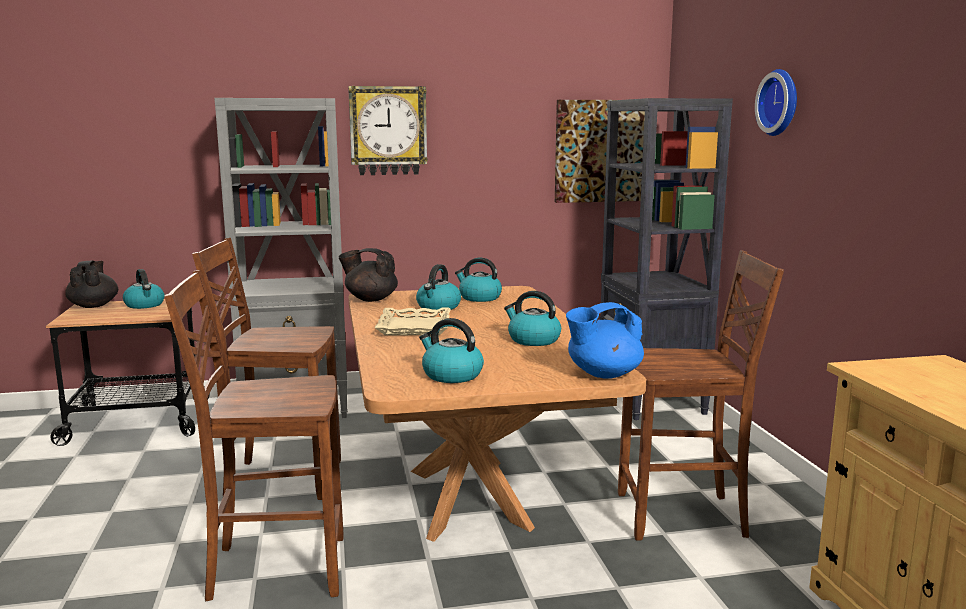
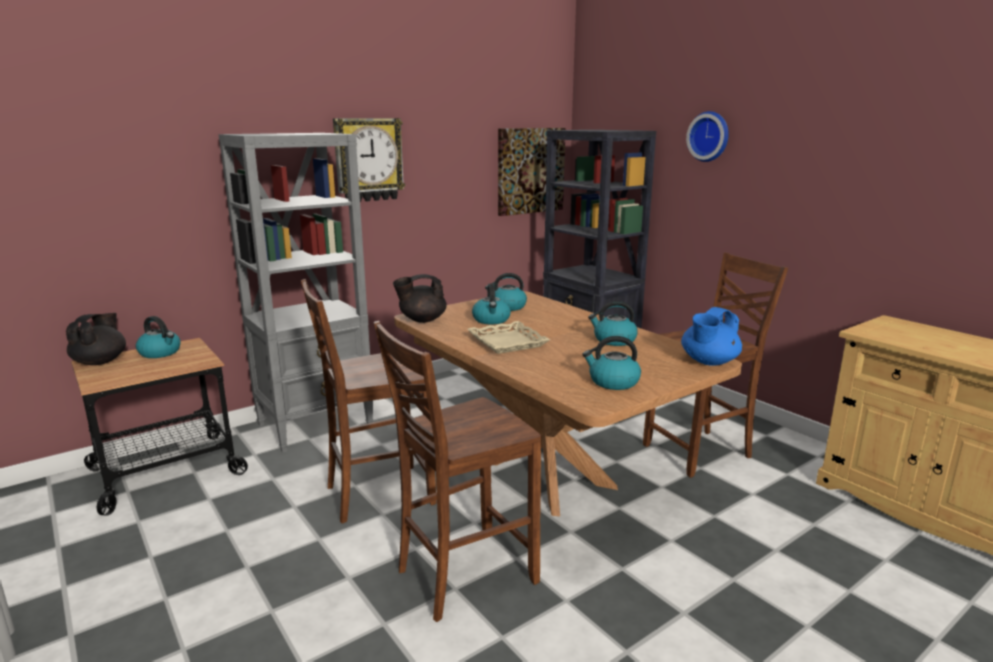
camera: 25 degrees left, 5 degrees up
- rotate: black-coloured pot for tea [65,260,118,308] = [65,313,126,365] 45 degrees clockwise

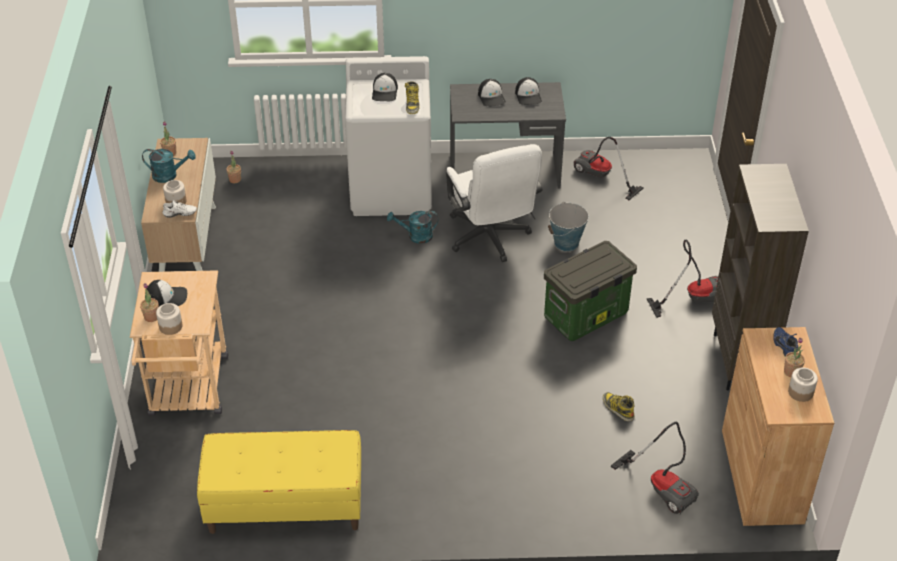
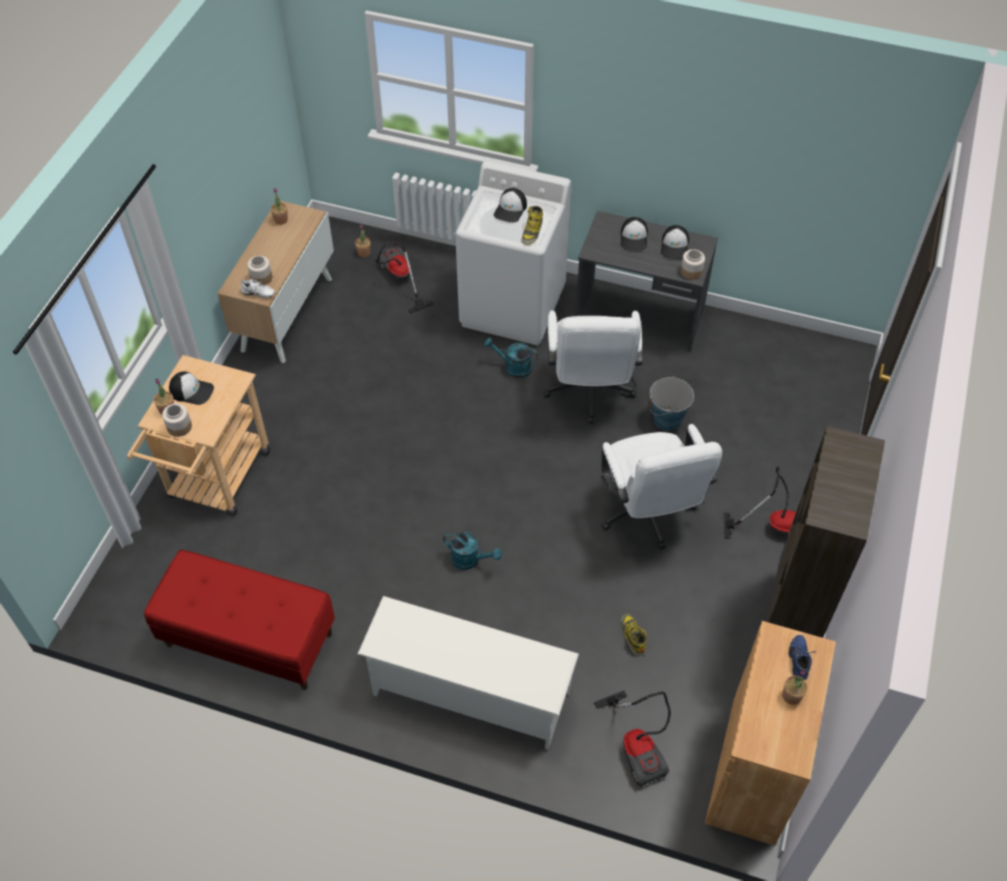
camera: 20 degrees right, 10 degrees up
- move: vacuum cleaner [573,137,644,200] to [376,242,434,313]
- move: turquoise sprinkling can [142,149,196,183] to [443,532,502,570]
- replace: storage box [544,241,637,341] to white desk chair [601,424,722,550]
- move: jar [788,367,818,402] to [681,249,705,280]
- recolor: yellow-coloured bench [197,430,361,534] to red bench [144,550,335,690]
- insert: white shoe stand [357,596,579,750]

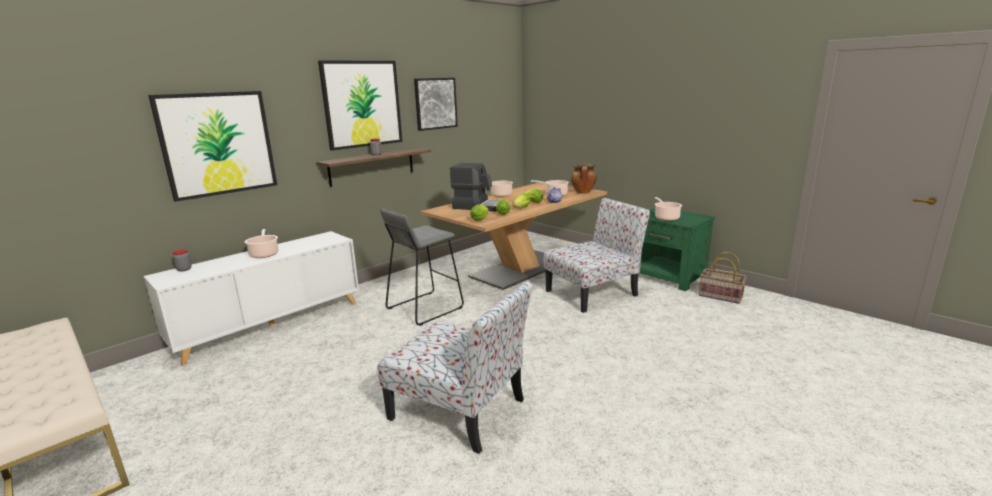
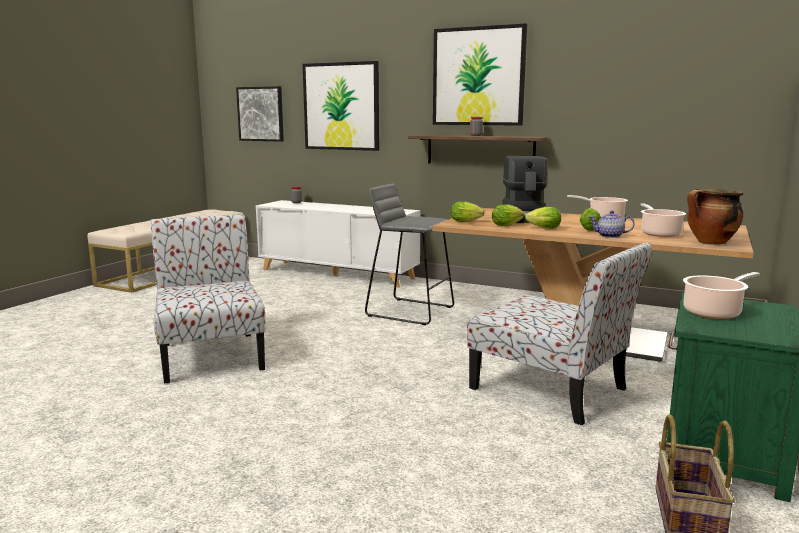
camera: 70 degrees right, 5 degrees down
- move: wall picture [414,78,458,131] to [236,86,284,142]
- delete: cooking pot [245,229,278,258]
- rotate: plain chair [377,281,533,454] = [151,214,265,383] 150 degrees clockwise

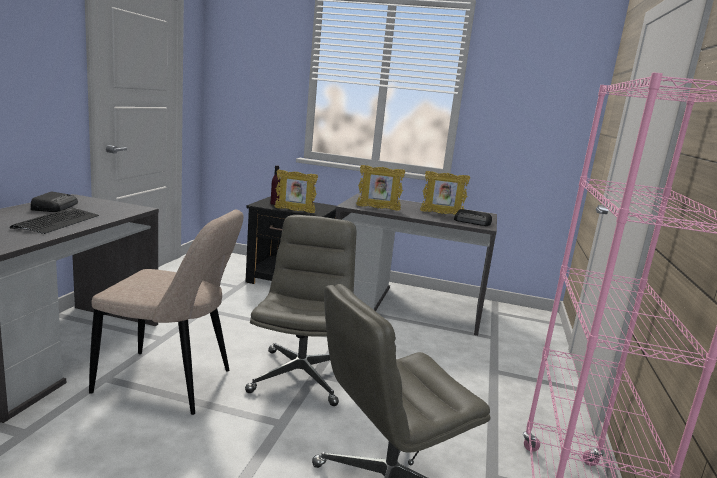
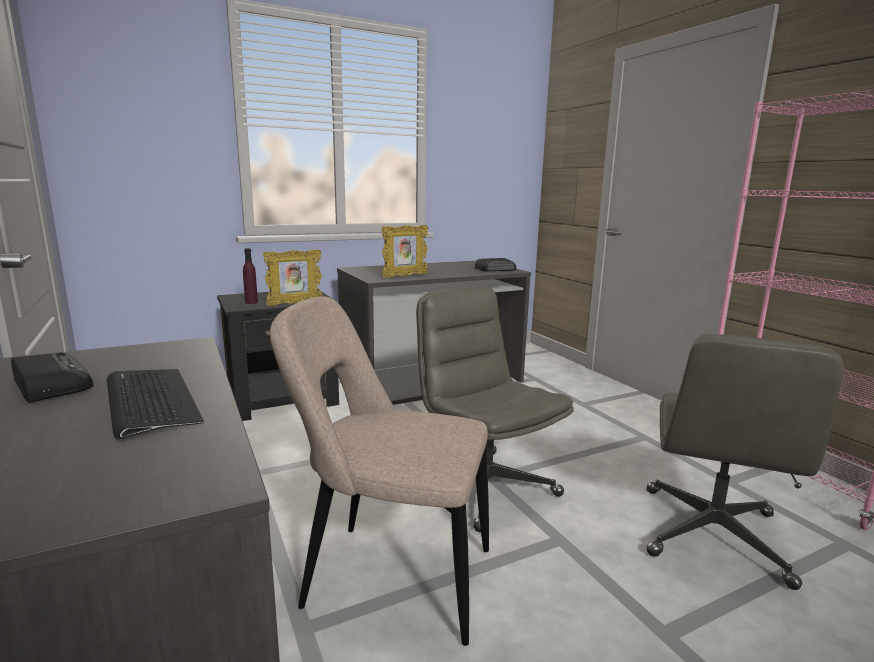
camera: 40 degrees left, 0 degrees up
- delete: picture frame [420,171,470,215]
- rotate: beige-coloured plain chair [89,209,244,415] = [270,296,489,646] 135 degrees counterclockwise

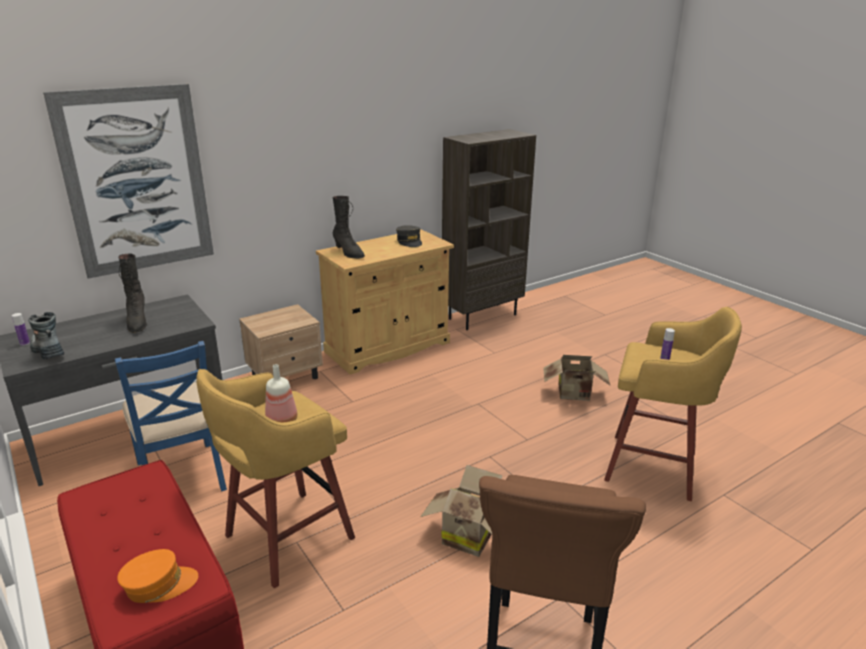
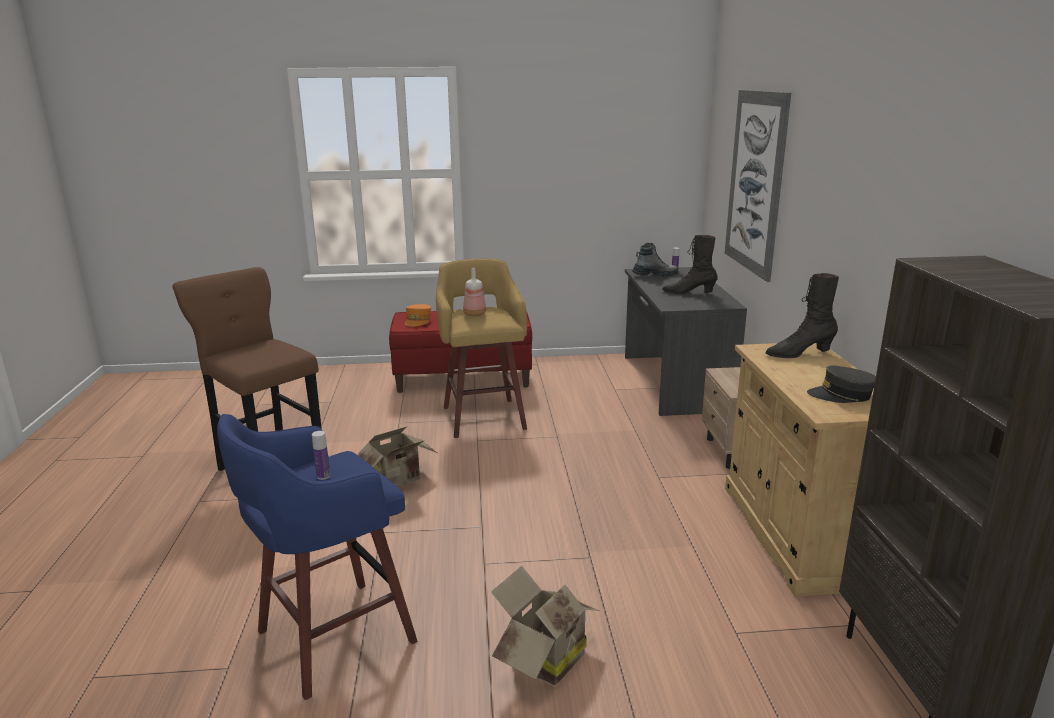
camera: 120 degrees right, 5 degrees down
- recolor: yellow-coloured stool [604,307,742,501] to blue-coloured stool [217,414,417,700]
- delete: blue-coloured plain chair [115,341,227,491]

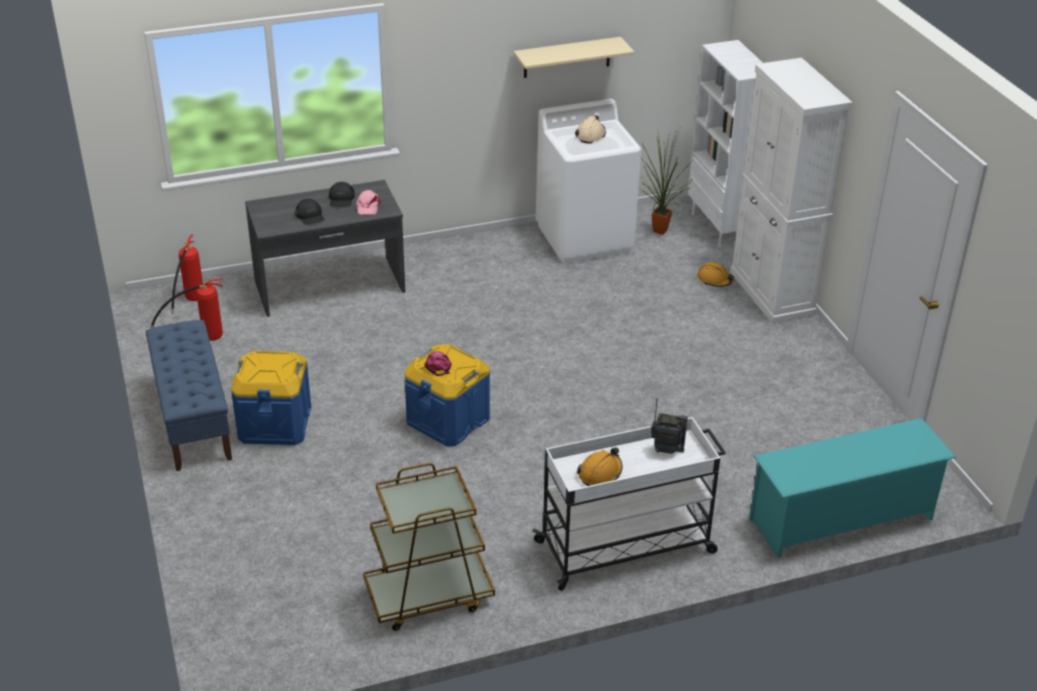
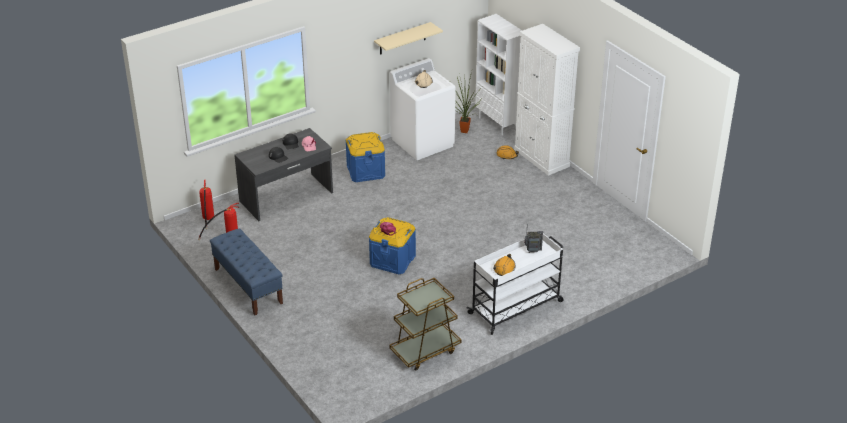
camera: 15 degrees left, 0 degrees up
- move: blue-coloured storage box [231,351,311,445] to [346,132,385,182]
- delete: turquoise shoe stand [749,418,956,558]

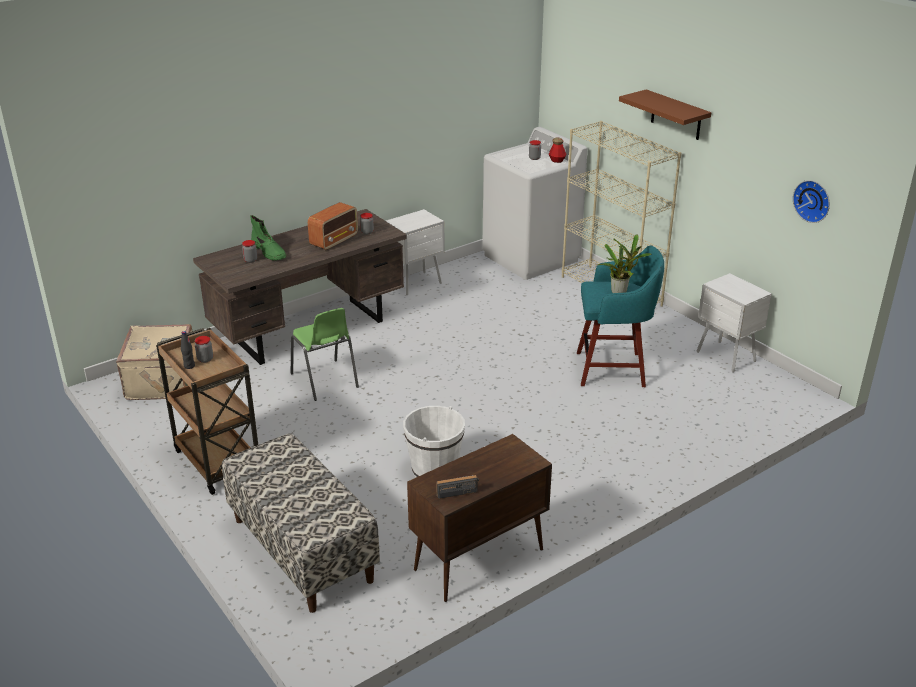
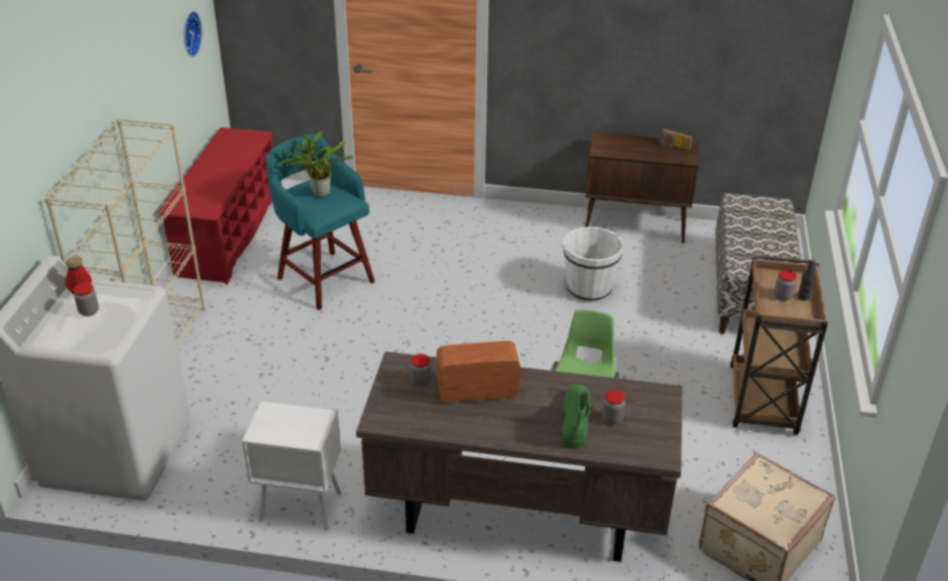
camera: 135 degrees left, 5 degrees up
- delete: brown shelf [619,89,712,140]
- replace: white nightstand [697,273,772,373] to red shoe stand [157,127,274,285]

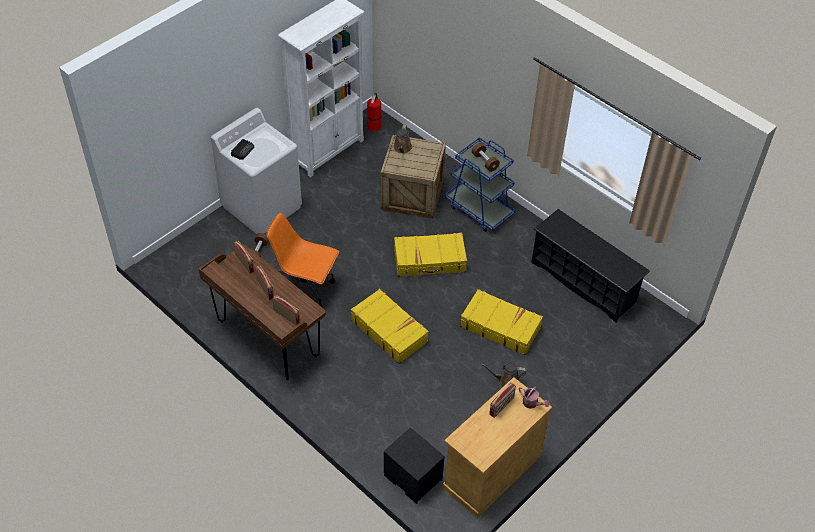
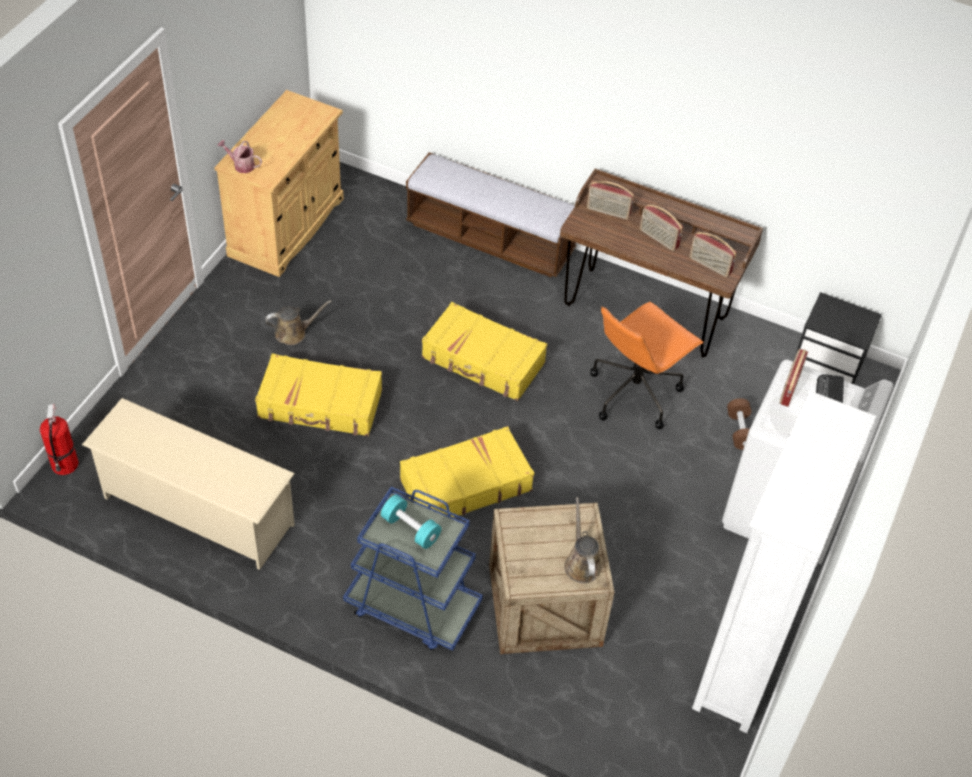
camera: 160 degrees right, 0 degrees up
- move: extinguisher [367,93,381,131] to [40,405,79,475]
- recolor: brown free weight [472,143,500,172] to turquoise free weight [381,494,441,549]
- recolor: black-coloured shoe stand [531,209,650,323] to beige-coloured shoe stand [82,398,295,570]
- rotate: orange-coloured desk chair [266,212,339,307] = [590,302,703,429] 135 degrees clockwise
- move: radio [489,383,516,418] to [780,349,808,407]
- move: black-coloured nightstand [384,427,445,504] to [794,292,882,384]
- insert: bench [406,152,576,277]

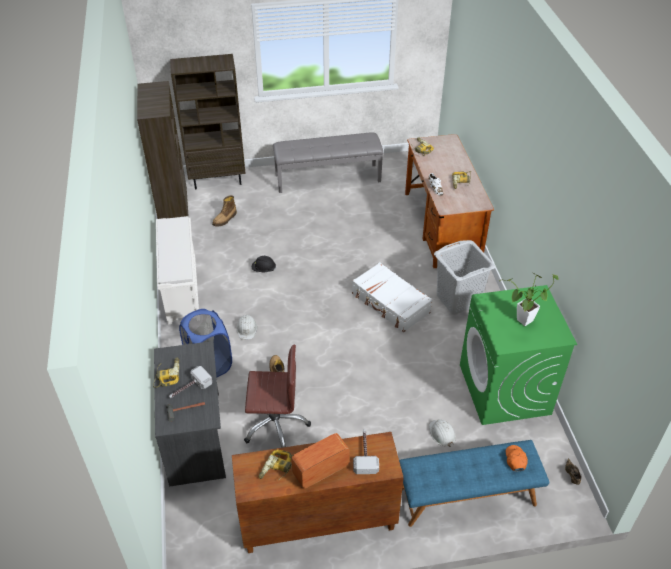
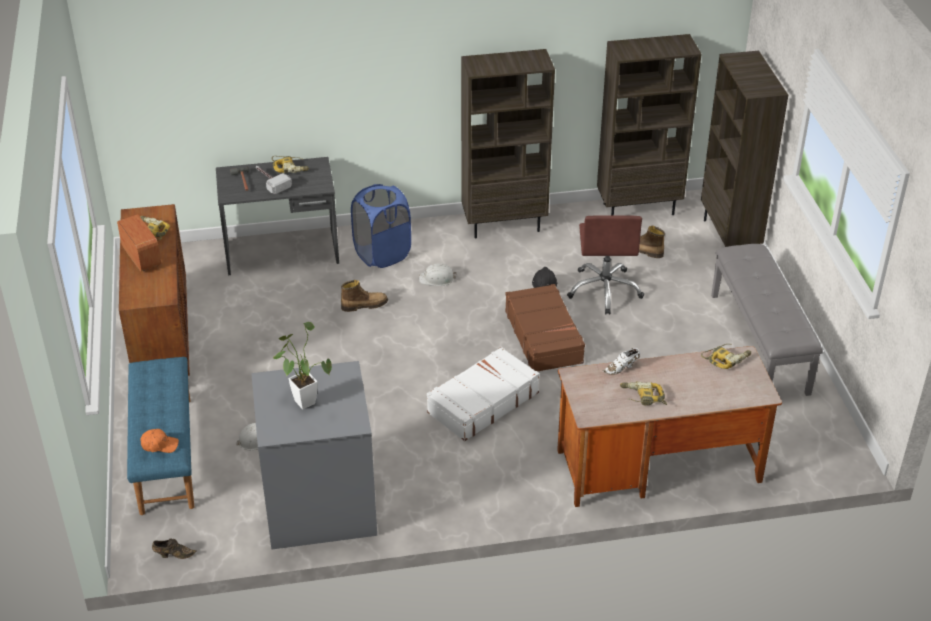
camera: 90 degrees right, 5 degrees down
- replace: white shoe stand [156,216,199,325] to brown bookcase [461,49,555,239]
- delete: grey laundry basket [434,240,495,314]
- recolor: green-coloured laundry machine [460,285,577,425] to grey laundry machine [251,361,377,550]
- move: brown desk chair [244,345,311,448] to [567,215,644,314]
- delete: tool hammer [353,429,379,474]
- insert: brown piece of luggage [505,284,585,372]

